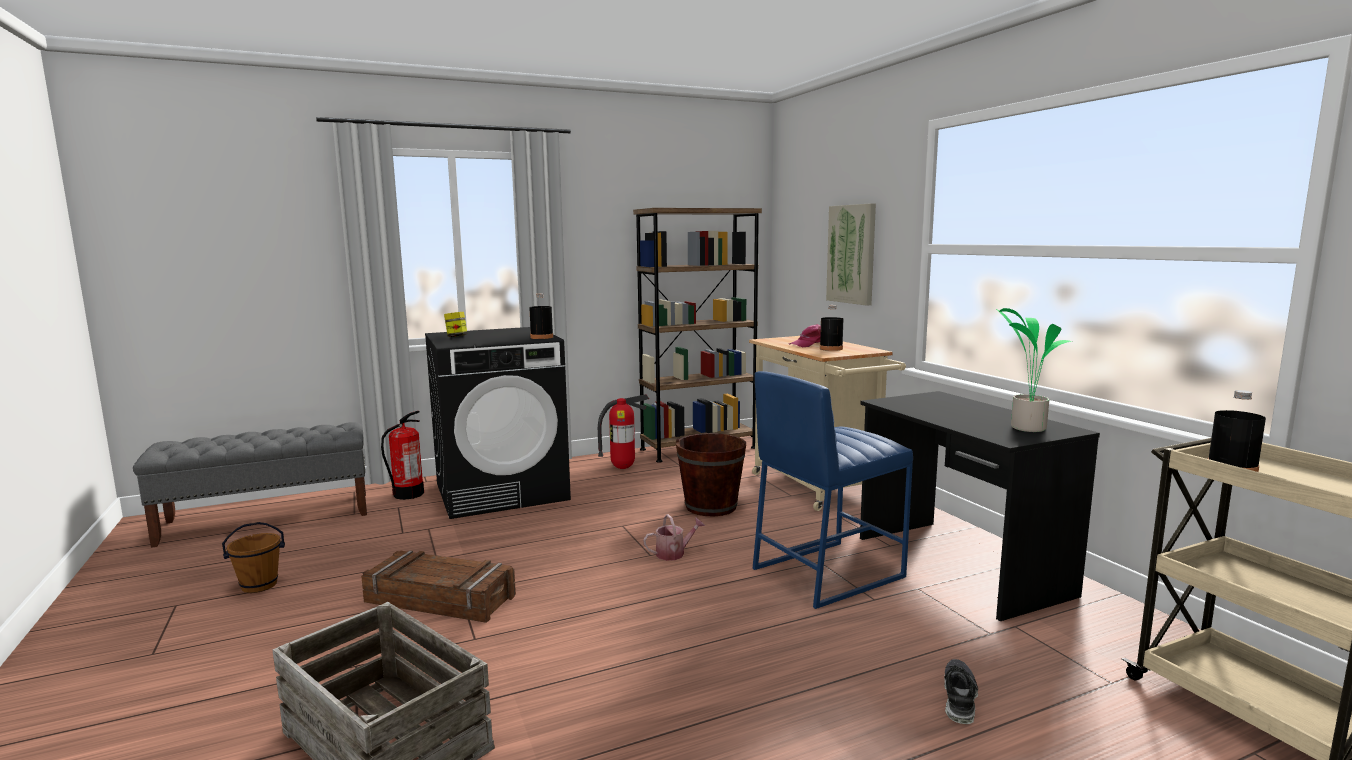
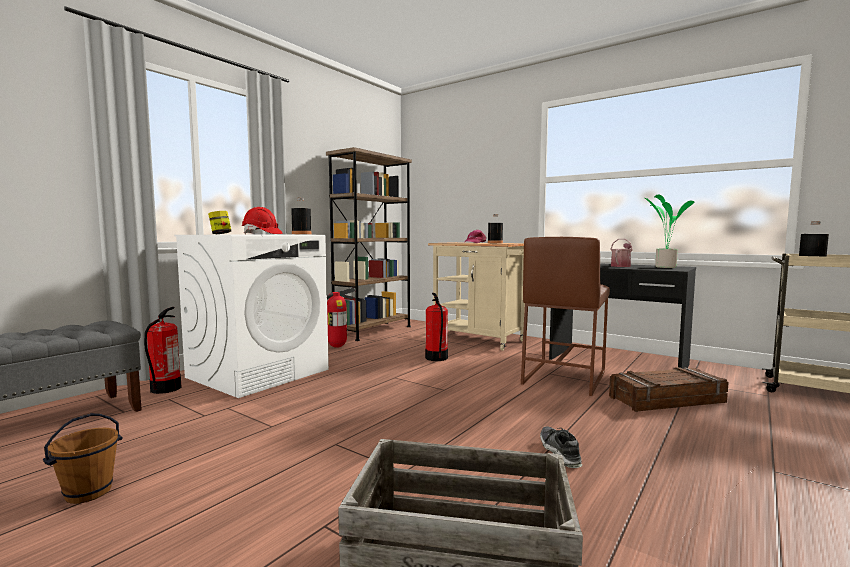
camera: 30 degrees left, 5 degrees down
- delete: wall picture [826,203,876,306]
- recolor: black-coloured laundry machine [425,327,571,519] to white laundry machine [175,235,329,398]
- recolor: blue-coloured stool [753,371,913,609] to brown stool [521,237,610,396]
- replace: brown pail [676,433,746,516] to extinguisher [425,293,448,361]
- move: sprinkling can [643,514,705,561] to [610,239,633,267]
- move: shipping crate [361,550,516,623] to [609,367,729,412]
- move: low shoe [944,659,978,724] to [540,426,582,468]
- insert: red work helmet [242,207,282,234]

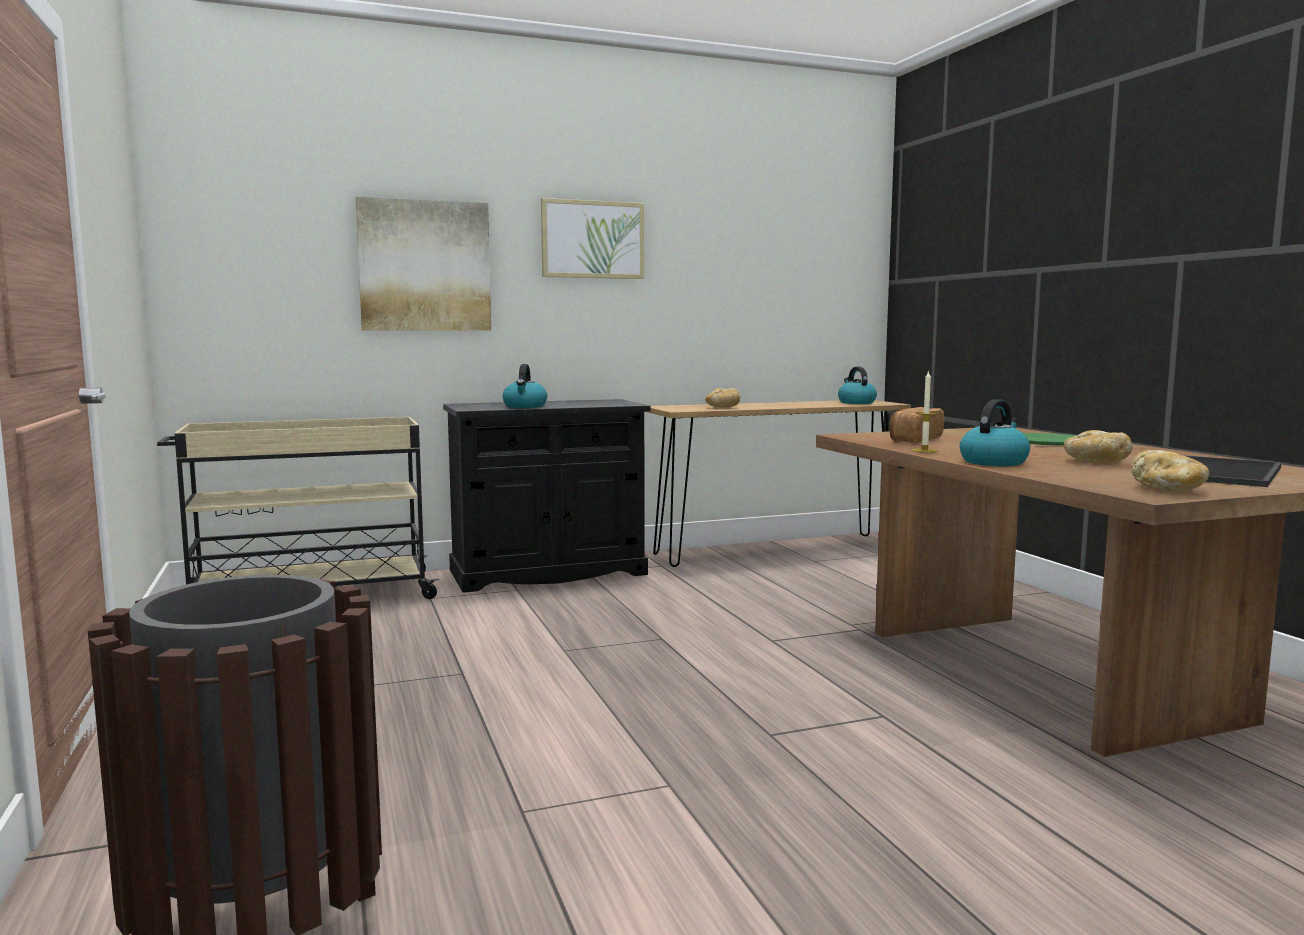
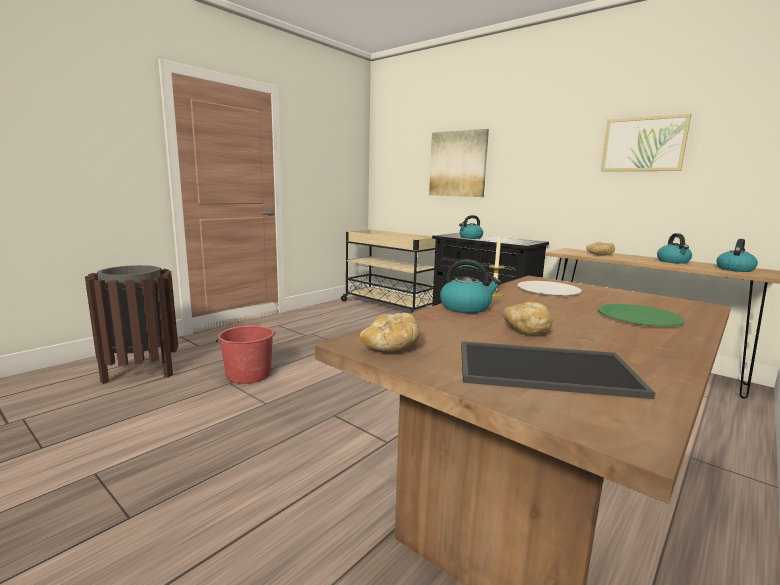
camera: 60 degrees right, 5 degrees up
- move: wall picture [541,198,644,279] to [601,113,691,171]
- replace: baked bread [889,407,944,443] to white dinner plate [518,281,582,296]
- insert: tea kettle [657,233,692,264]
- insert: red pail [216,325,275,384]

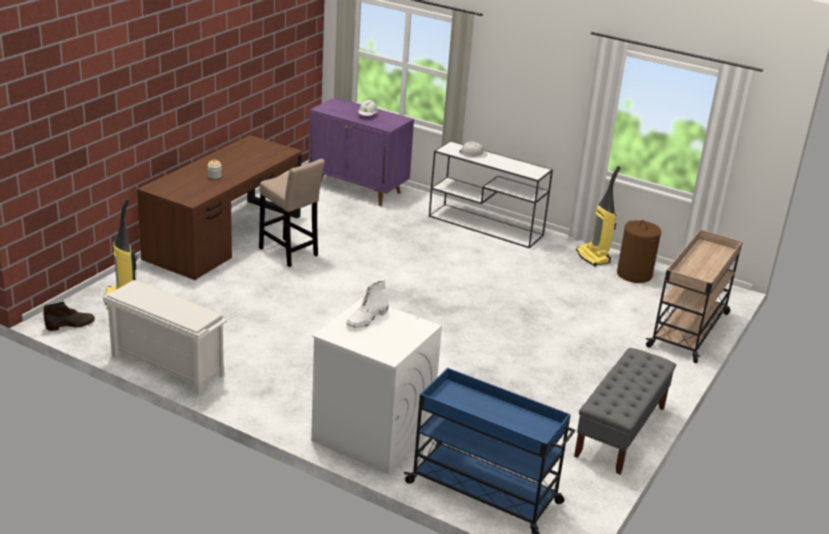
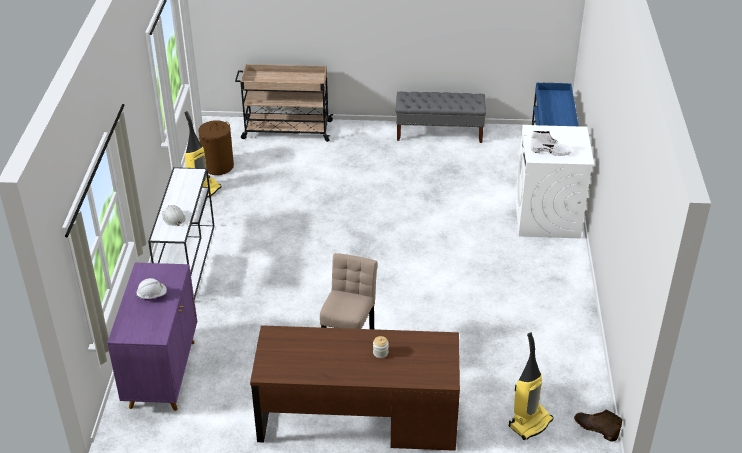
camera: 115 degrees left, 10 degrees up
- delete: white shoe stand [103,280,227,394]

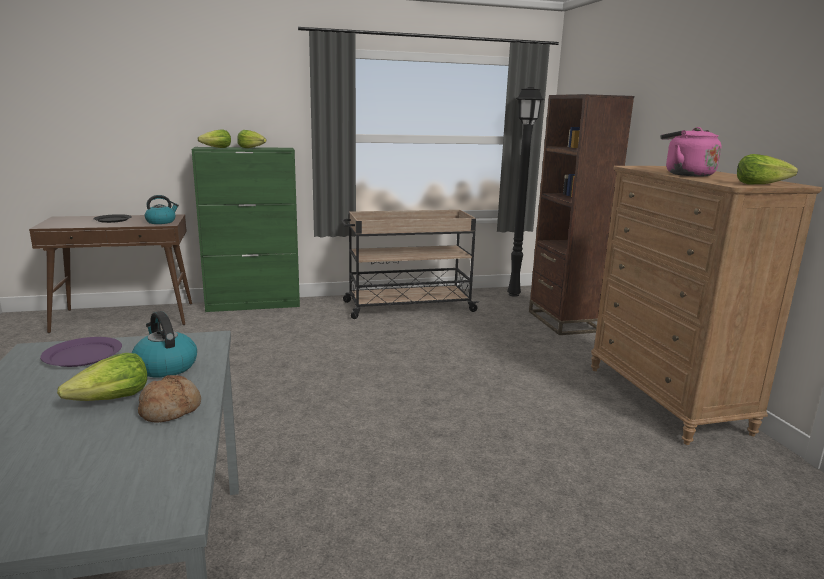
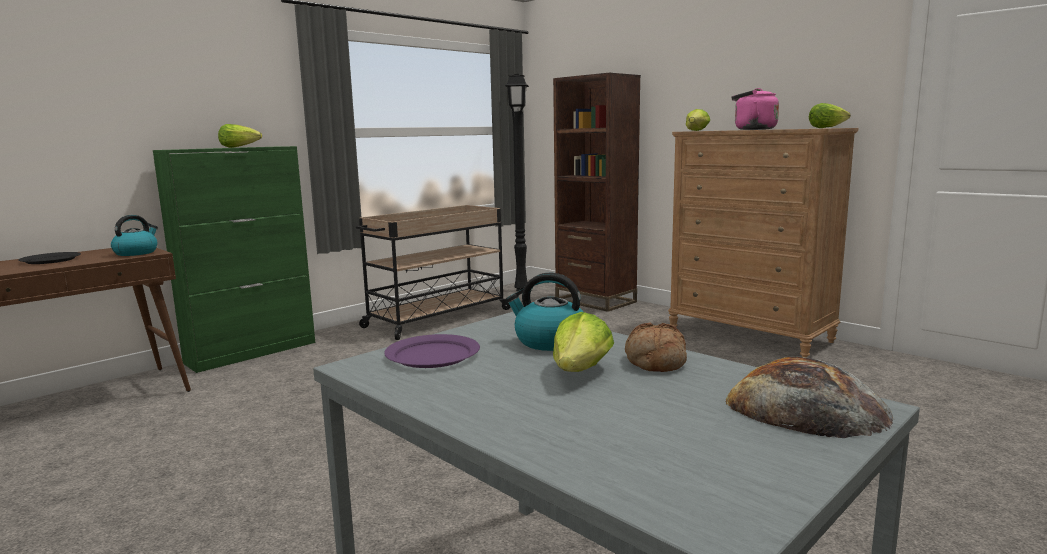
camera: 30 degrees left, 5 degrees down
- move: lettuce [198,130,231,148] to [686,109,710,131]
- insert: baked bread [726,356,894,438]

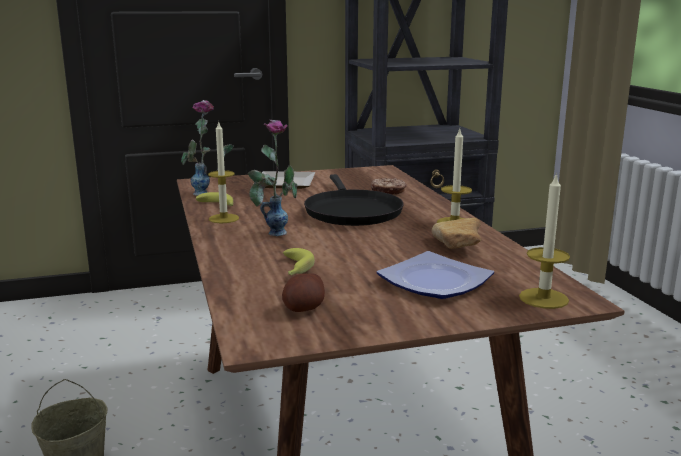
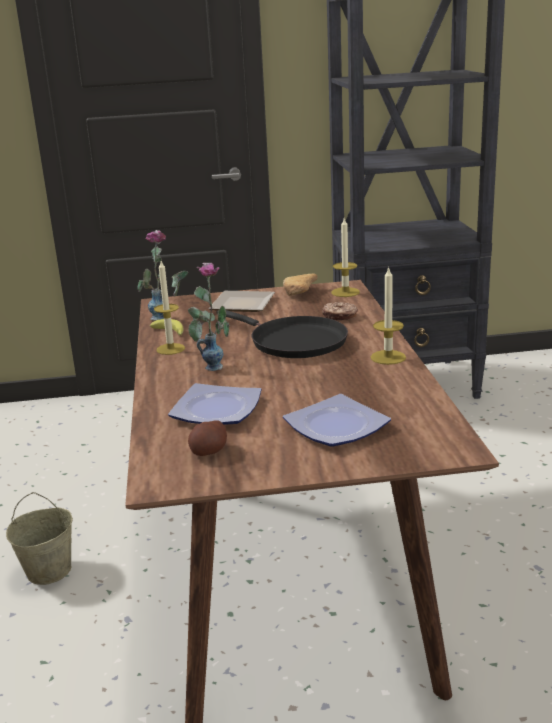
camera: 10 degrees right, 5 degrees up
- move: wax light [519,173,570,309] to [331,218,360,297]
- rotate: black-coloured pan [304,174,404,226] = [216,310,348,358] 45 degrees counterclockwise
- move: baked bread [432,218,481,249] to [283,273,318,296]
- replace: banana [283,248,315,276] to dinner plate [168,383,261,425]

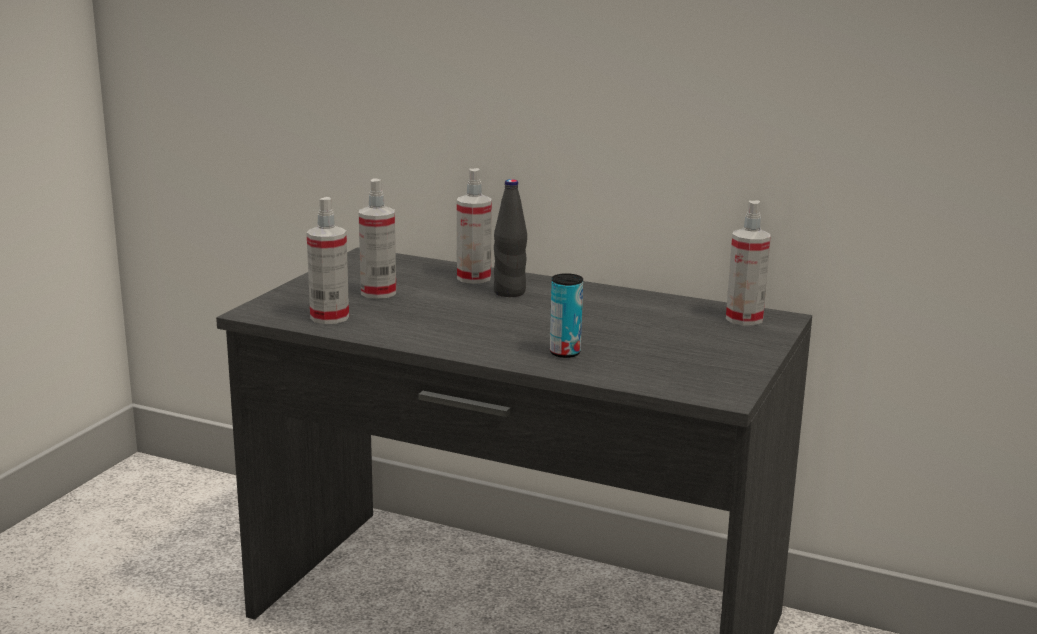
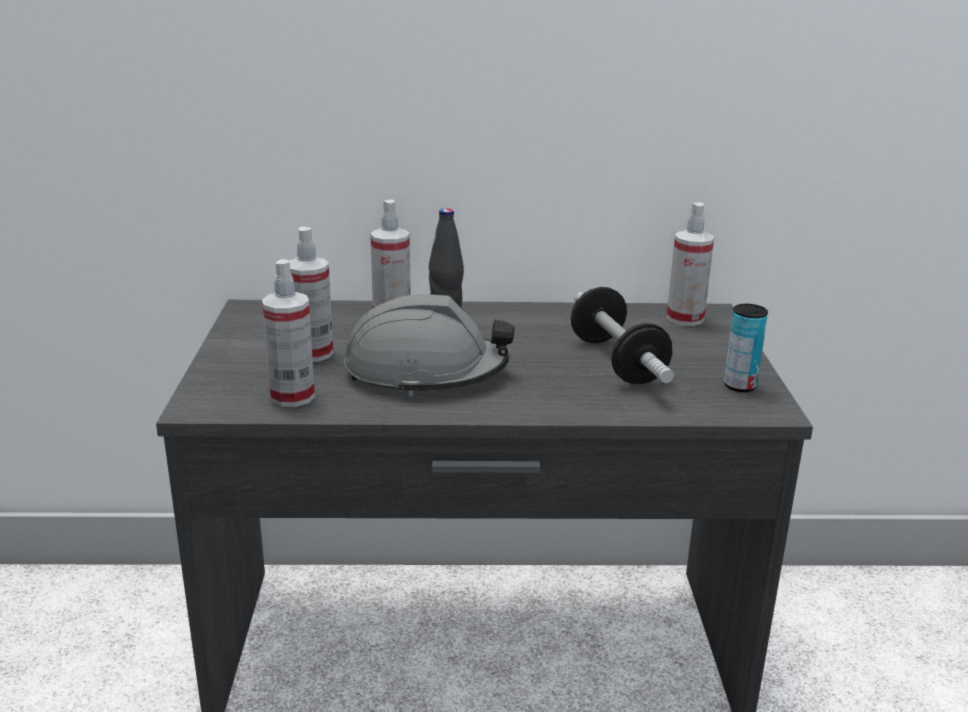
camera: 25 degrees left, 5 degrees up
- move: can [550,273,583,358] to [724,304,768,392]
- insert: free weight [571,287,674,384]
- insert: grey work helmet [344,294,515,396]

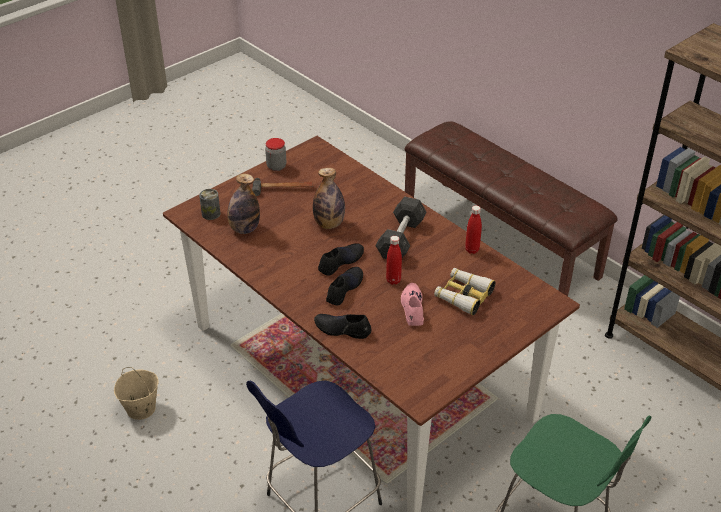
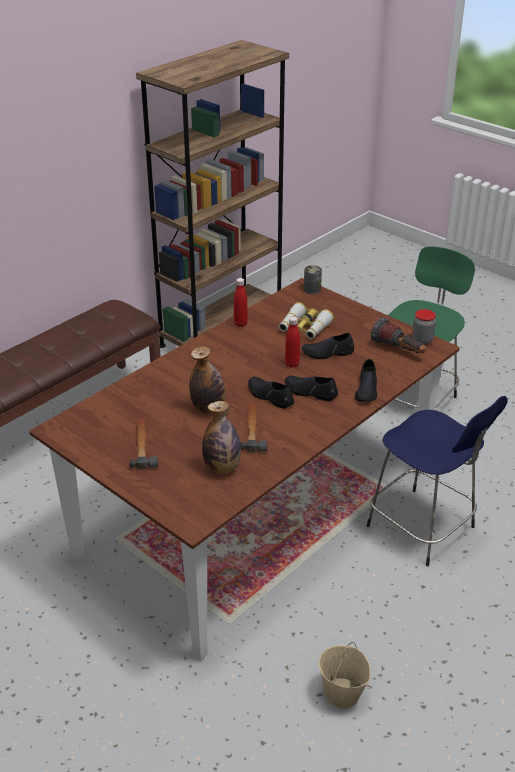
camera: 95 degrees left, 5 degrees down
- move: jar [265,138,286,171] to [412,309,436,345]
- move: can [199,189,221,220] to [304,265,322,294]
- delete: grey free weight [375,197,427,259]
- recolor: pinkish low shoe [401,283,424,326] to black-coloured low shoe [301,333,354,359]
- insert: torch [371,317,427,354]
- insert: tool hammer [241,404,267,452]

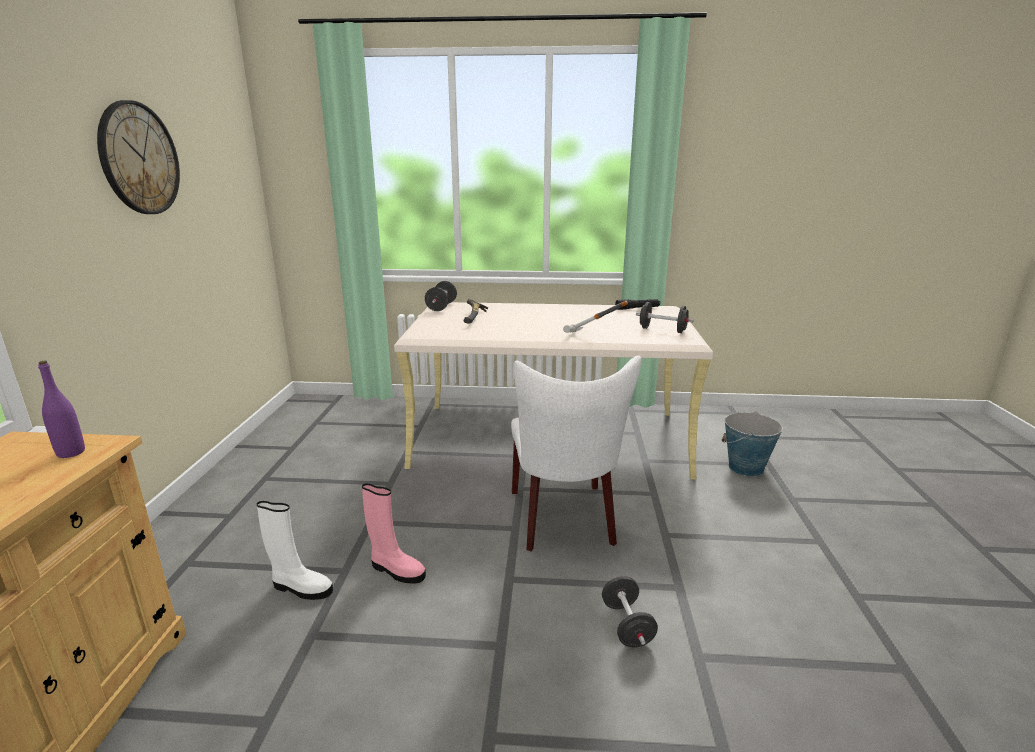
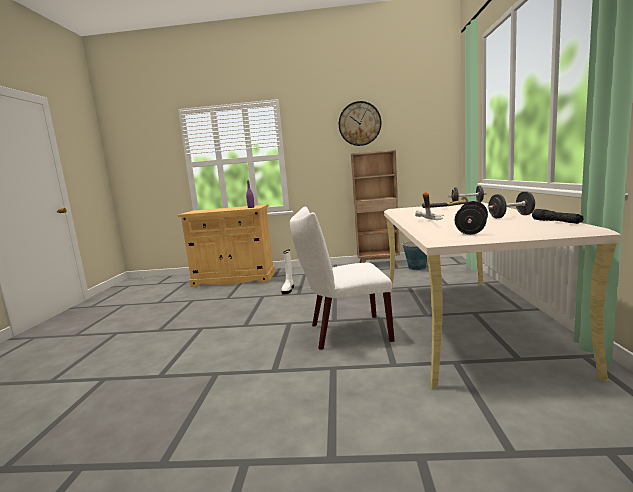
camera: 90 degrees right, 10 degrees down
- move: pail [722,411,783,477] to [403,241,427,270]
- delete: pinkish high-top boot [362,483,426,584]
- move: black-coloured free weight [602,576,658,647] to [488,191,535,218]
- insert: brown bookcase [351,150,400,267]

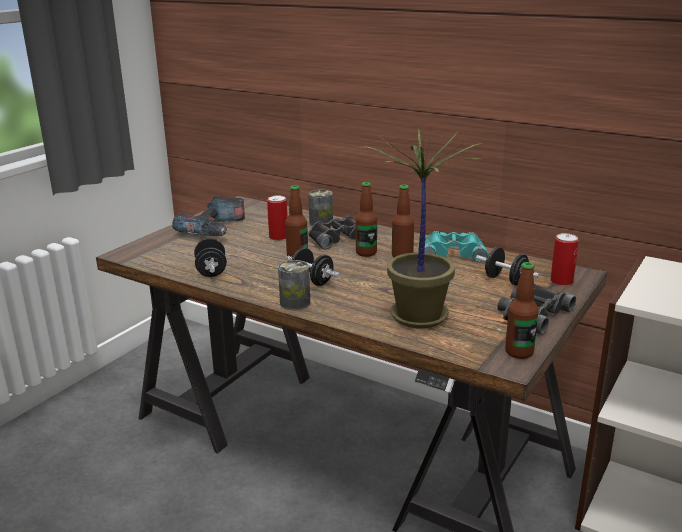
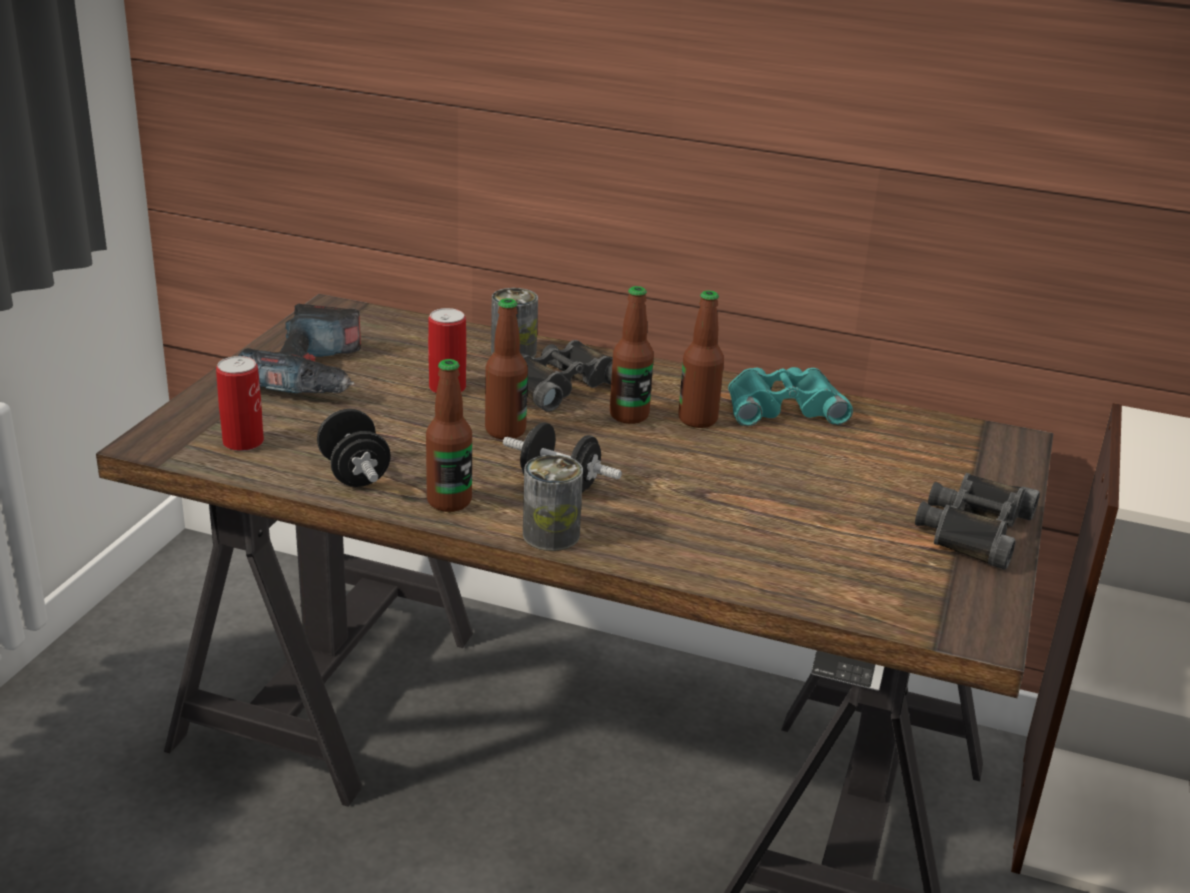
camera: 15 degrees left, 5 degrees up
- delete: houseplant [358,128,484,329]
- move: can [550,233,579,286] to [216,356,264,451]
- delete: black-coloured free weight [476,247,539,285]
- move: drink bottle [505,262,539,359] to [426,359,472,512]

